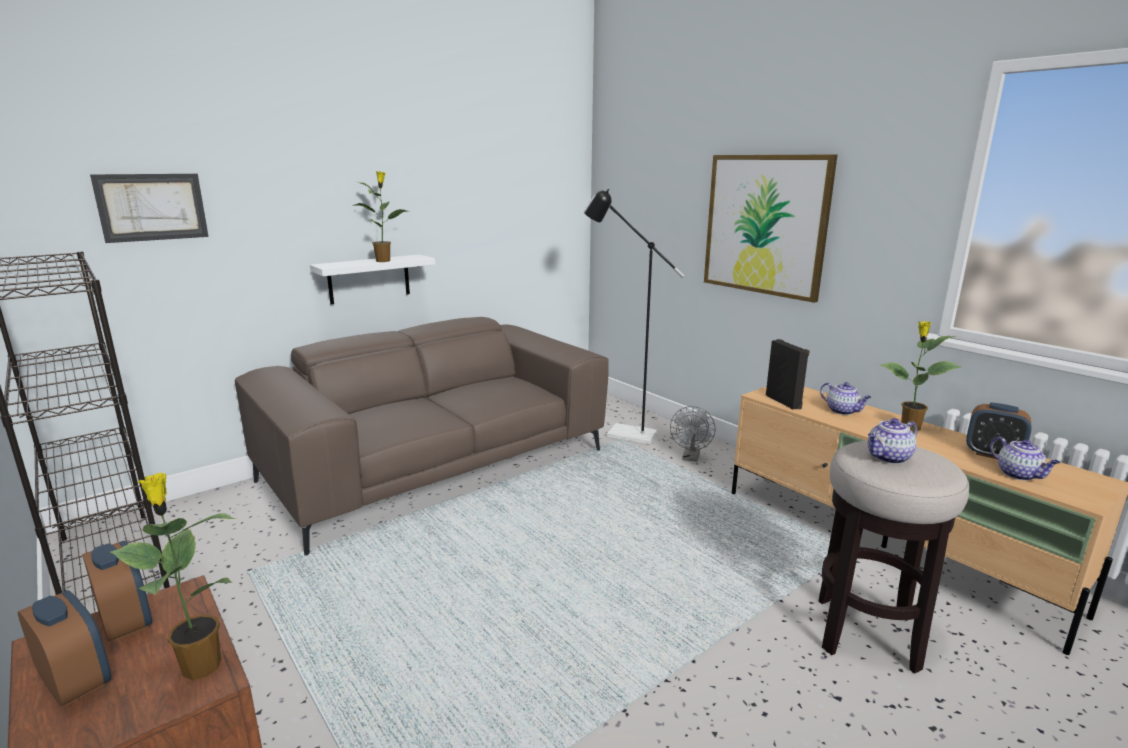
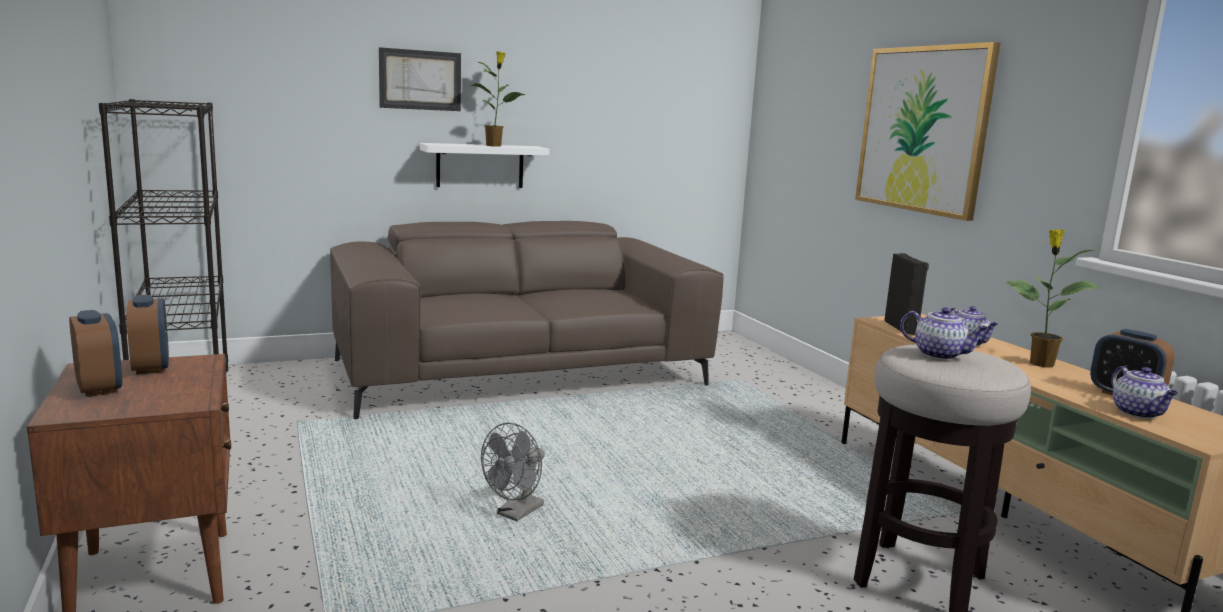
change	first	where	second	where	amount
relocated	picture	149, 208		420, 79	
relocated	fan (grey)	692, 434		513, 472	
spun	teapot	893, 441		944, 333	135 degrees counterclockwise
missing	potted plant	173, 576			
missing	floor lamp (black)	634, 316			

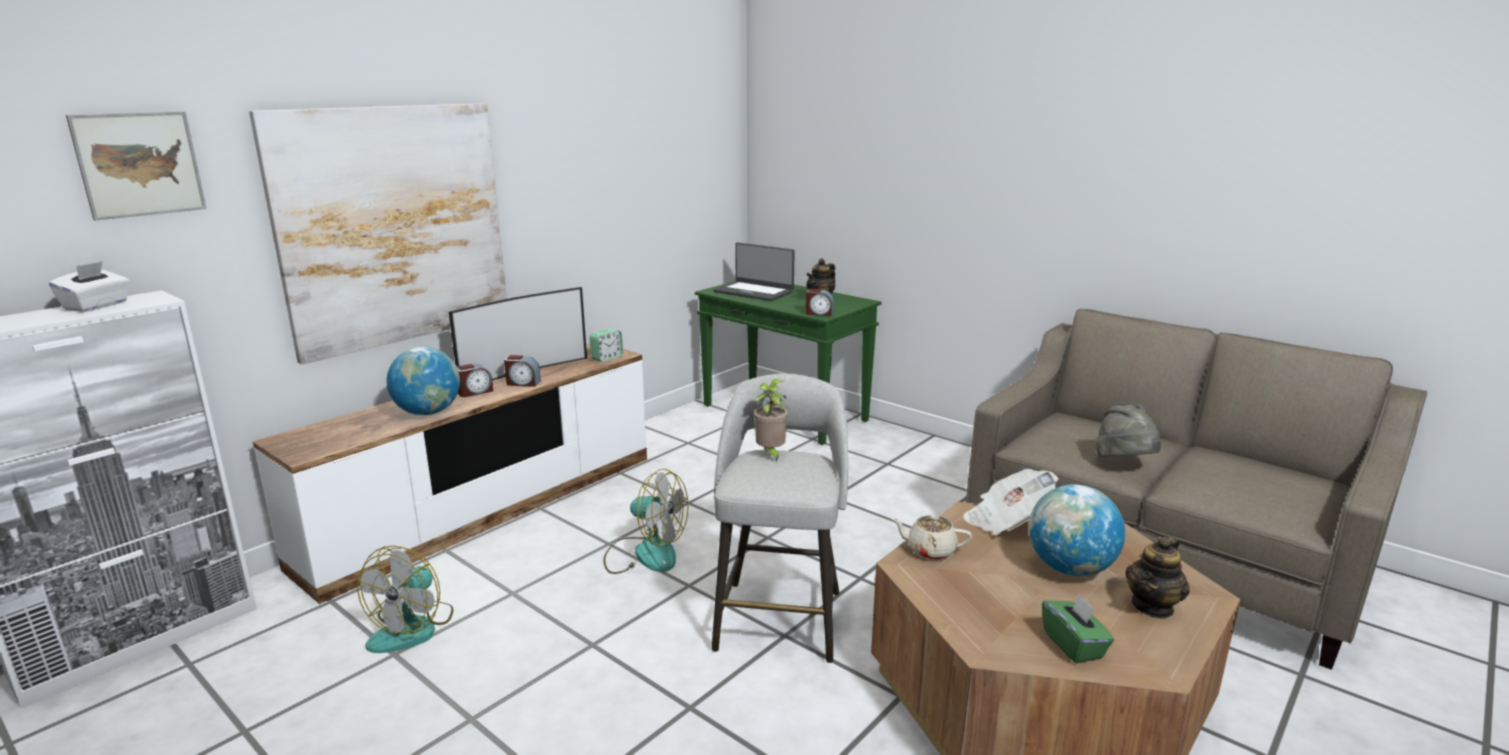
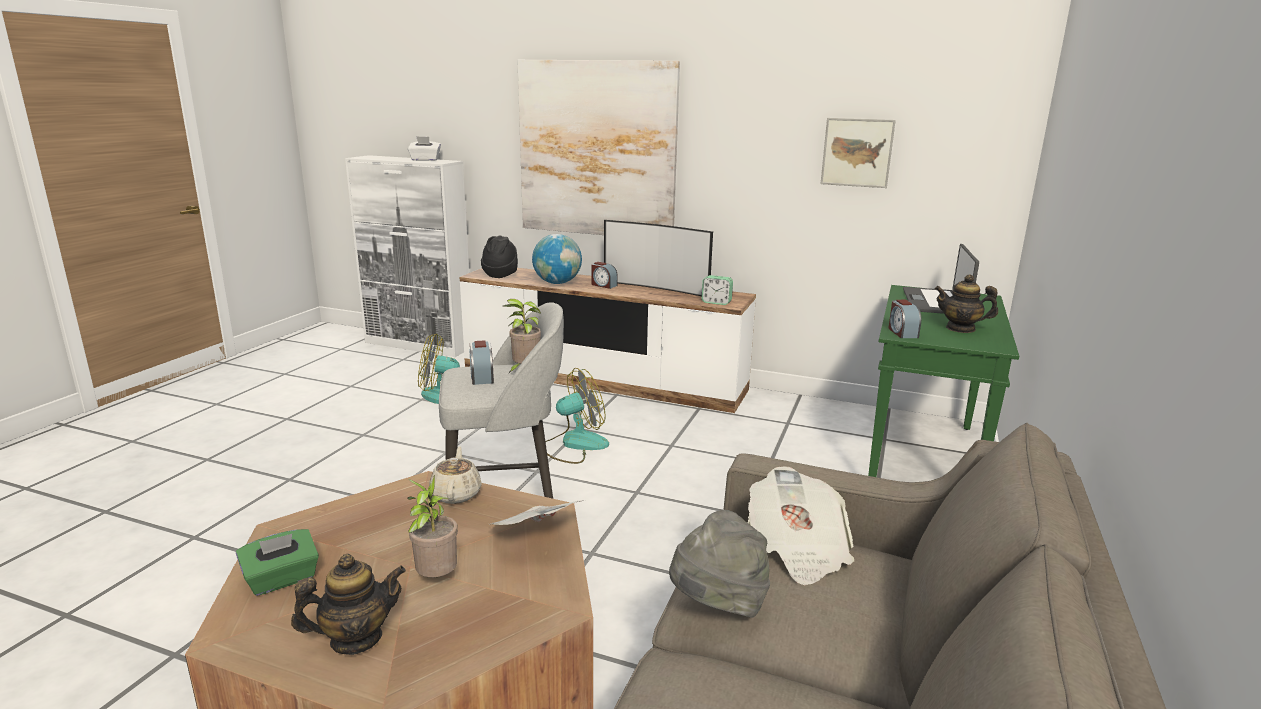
change	first	where	second	where	amount
spun	teapot	1157, 577		348, 604	135 degrees clockwise
exchanged	globe	1077, 530	potted plant	433, 526	
relocated	alarm clock	522, 371		481, 362	
appeared			hat (black)	499, 256	
spun	fan	645, 521		577, 416	120 degrees counterclockwise
appeared			newspaper	801, 525	
relocated	picture	136, 165		858, 153	

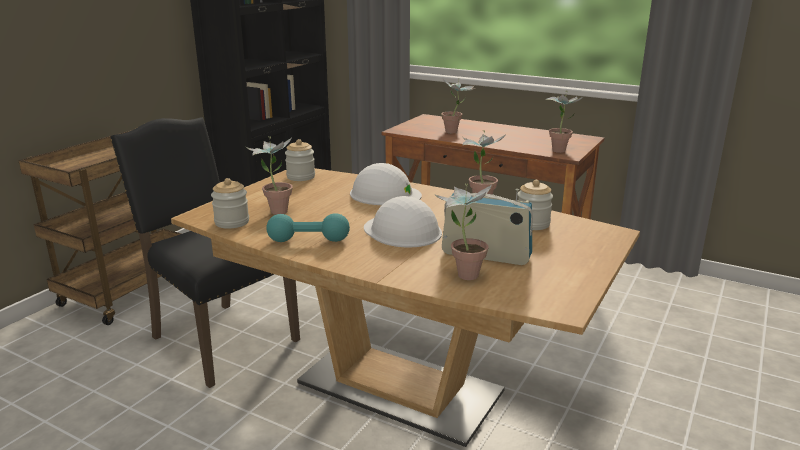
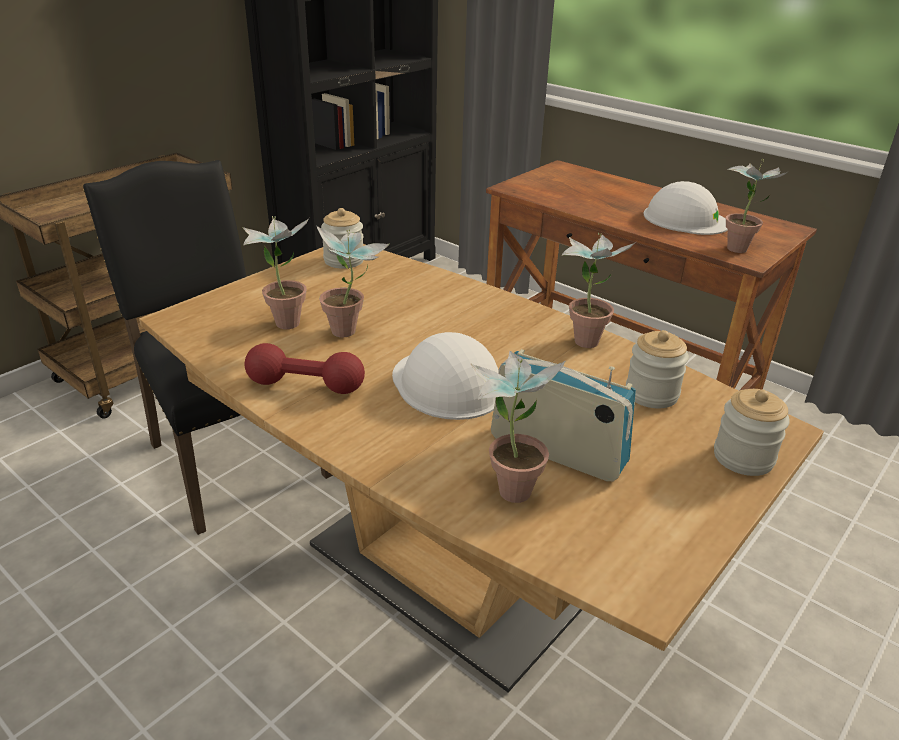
change	first	where	second	where	amount
colour	dumbbell (turquoise)	308, 227	dumbbell (red)	304, 368	
relocated	potted plant	458, 105		353, 281	
relocated	hard hat (white)	386, 184		685, 208	
relocated	jar	230, 203		752, 432	

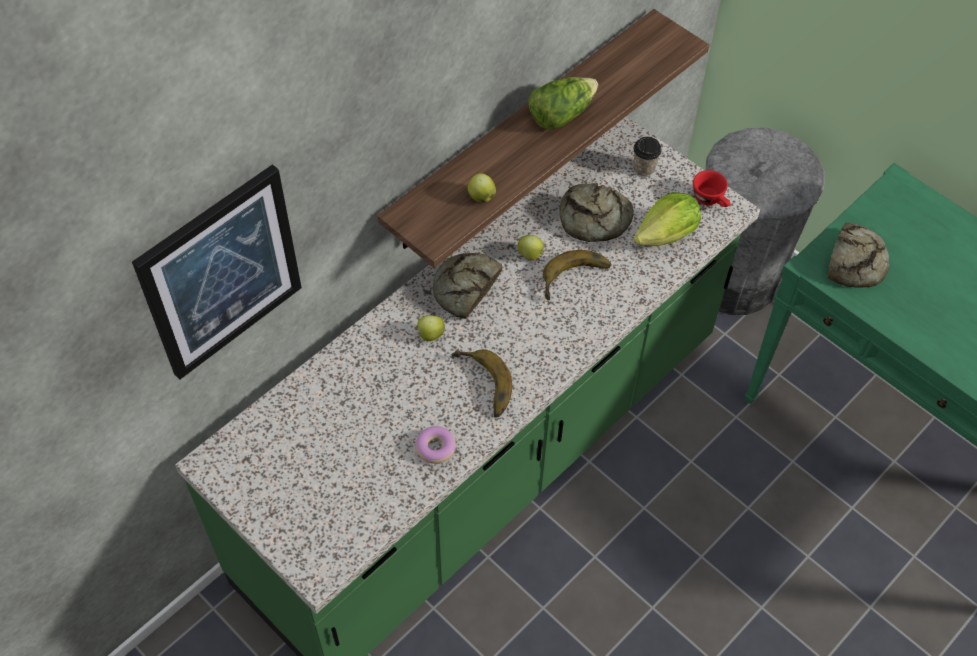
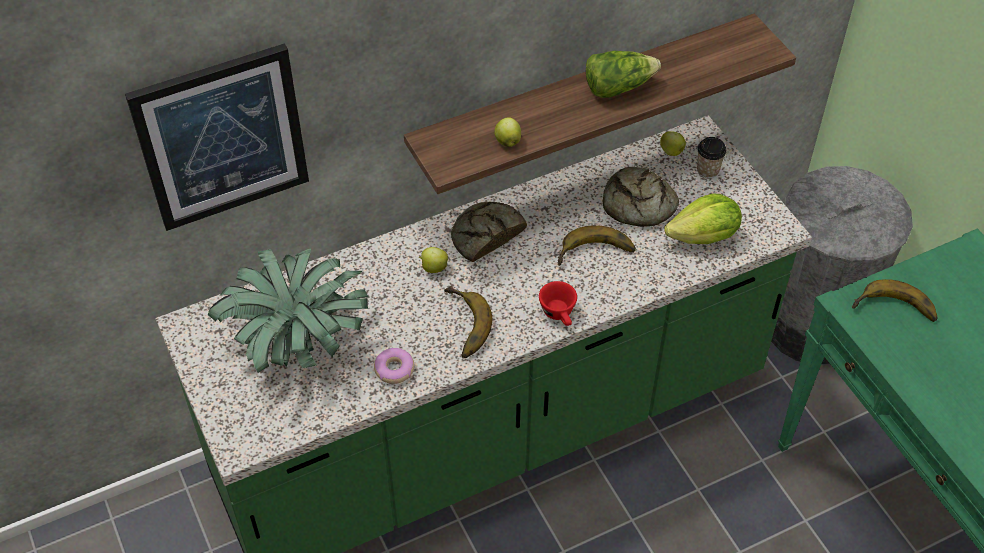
change	first	where	second	where	amount
appeared			potted plant	288, 310	
relocated	cup (red)	712, 188		558, 303	
relocated	apple	530, 247		673, 143	
exchanged	bread	858, 255	banana	895, 300	

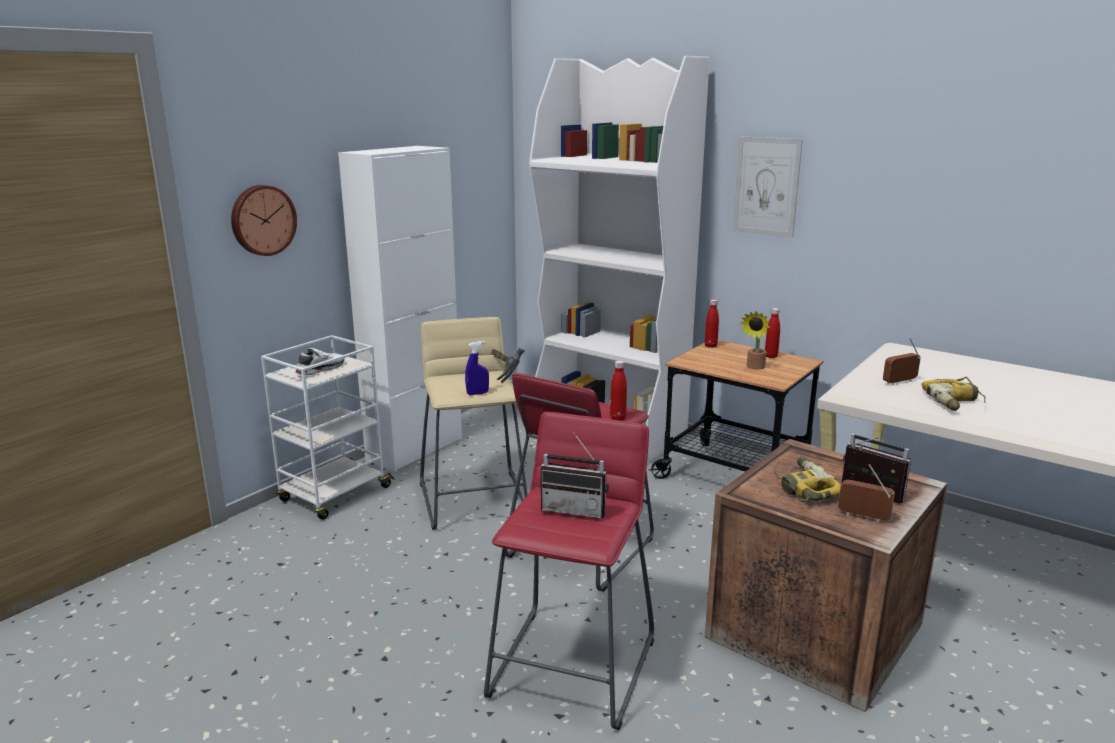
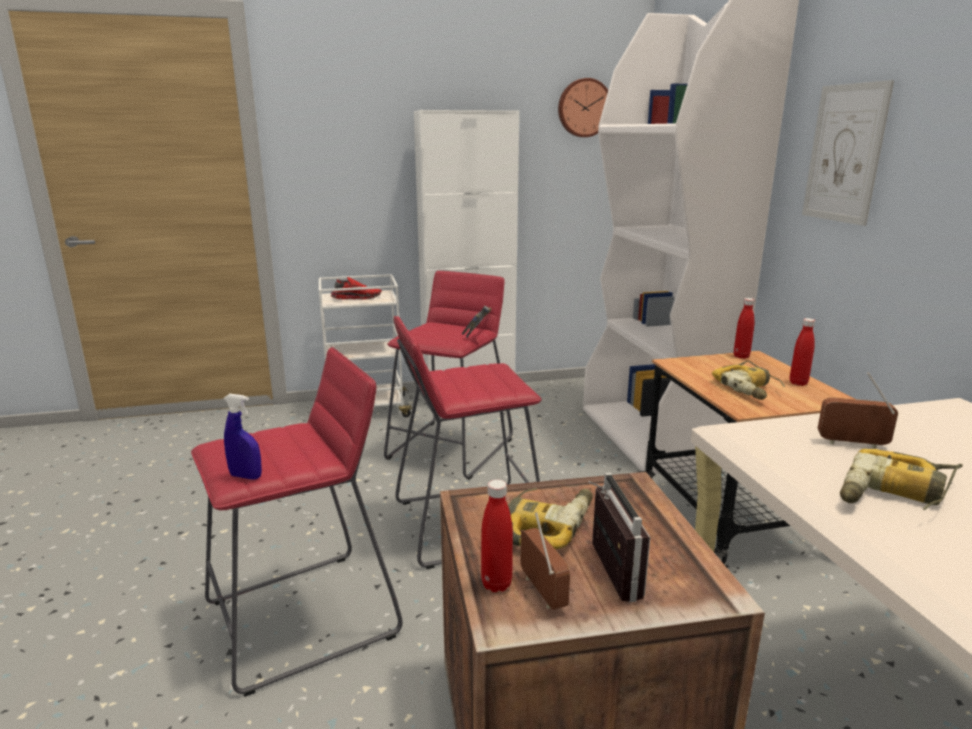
change	first	where	second	where	amount
relocated	spray bottle (blue)	477, 368		243, 437	
colour	shoe (white)	320, 362	shoe (red)	356, 288	
colour	stool (beige)	474, 423	stool (red)	448, 375	
relocated	bottle (red)	618, 390		497, 536	
relocated	wall clock	264, 220		583, 107	
exchanged	potted plant	755, 340	power drill	748, 380	
missing	radio	574, 475			

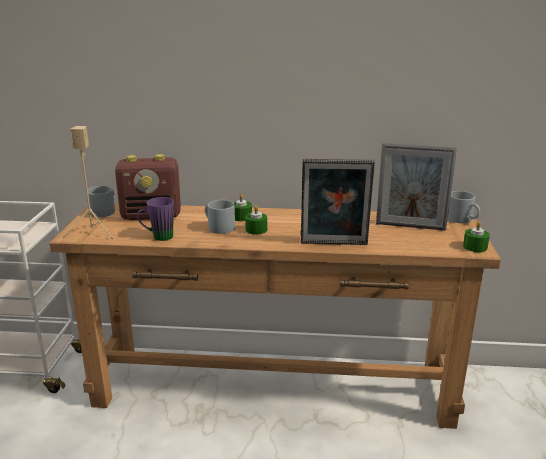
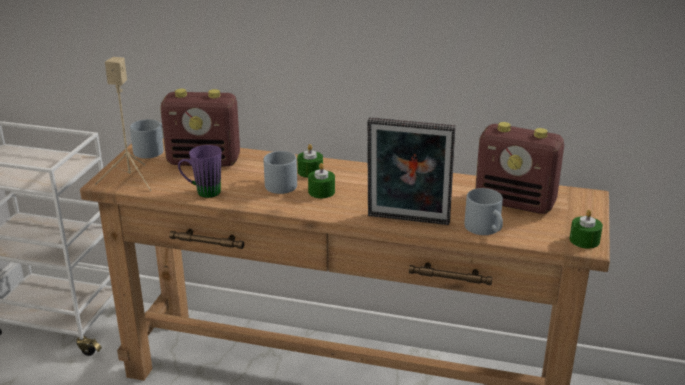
change	first	where	second	where	amount
relocated	mug (grey)	464, 207		483, 211	
exchanged	picture frame	416, 187	radio	519, 168	

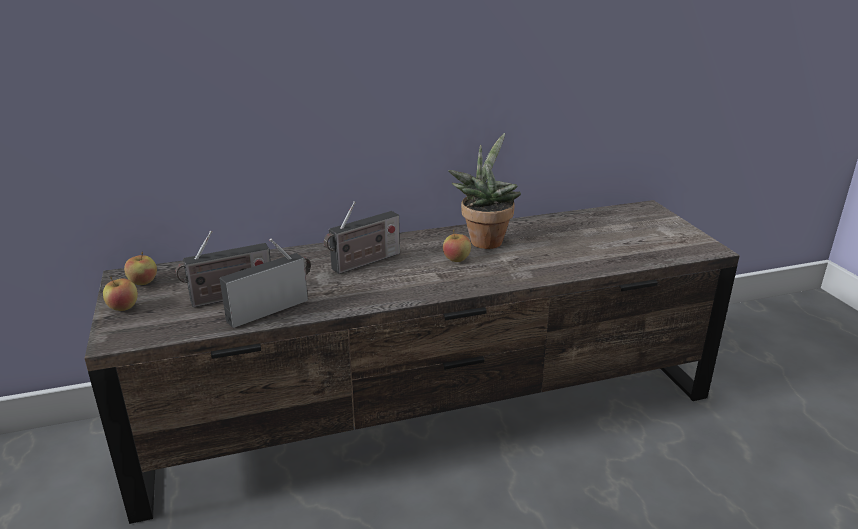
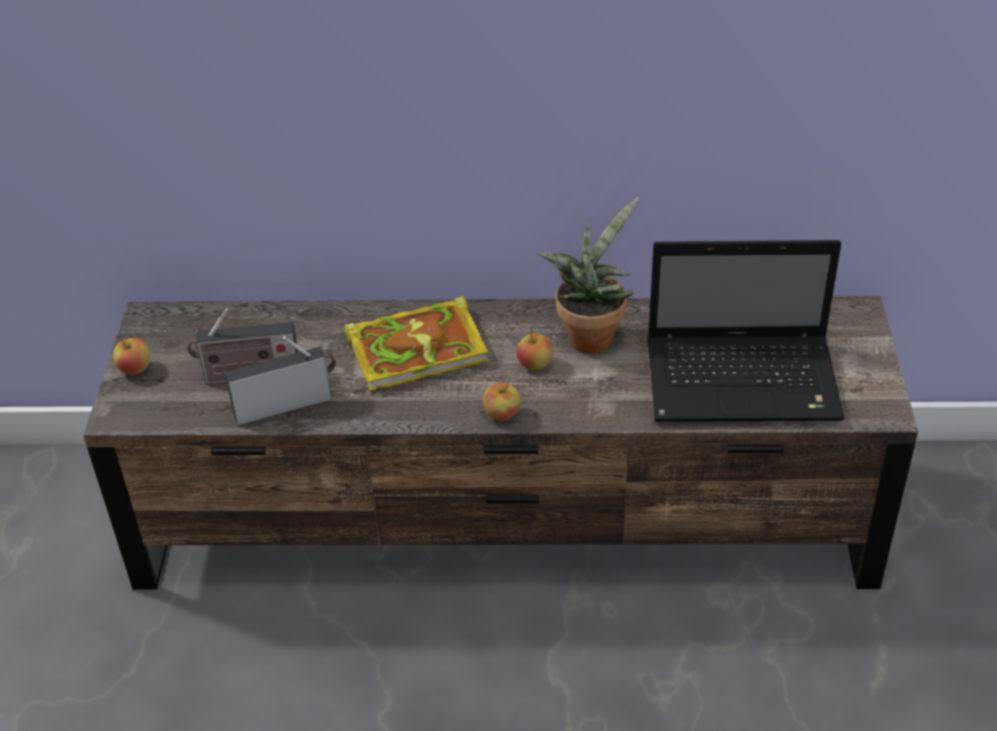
change	first	where	second	where	amount
exchanged	radio	362, 237	book	416, 343	
relocated	apple	140, 268		502, 401	
appeared			laptop	745, 331	

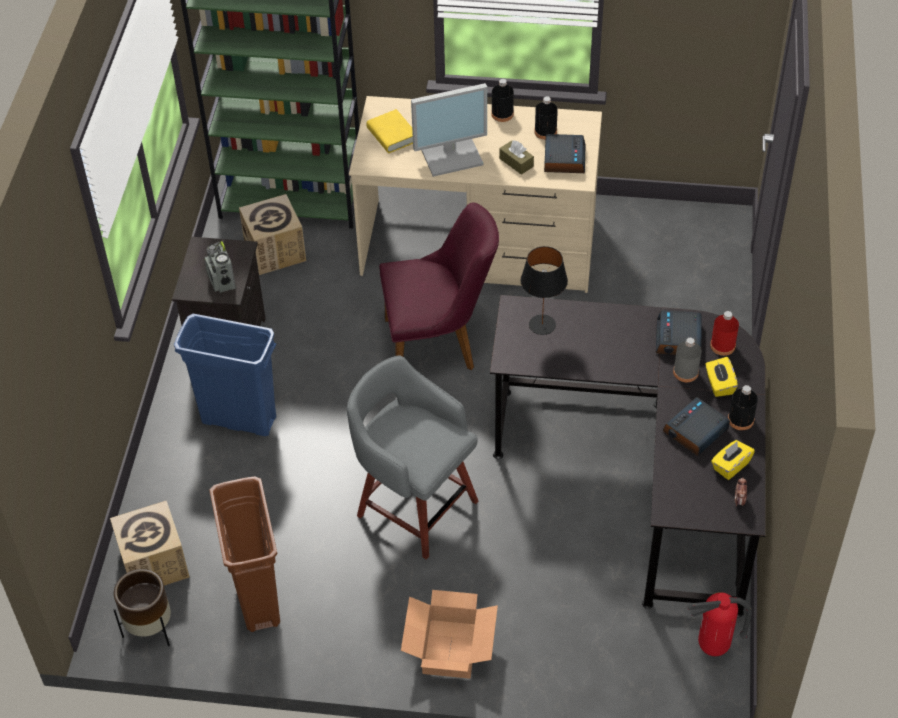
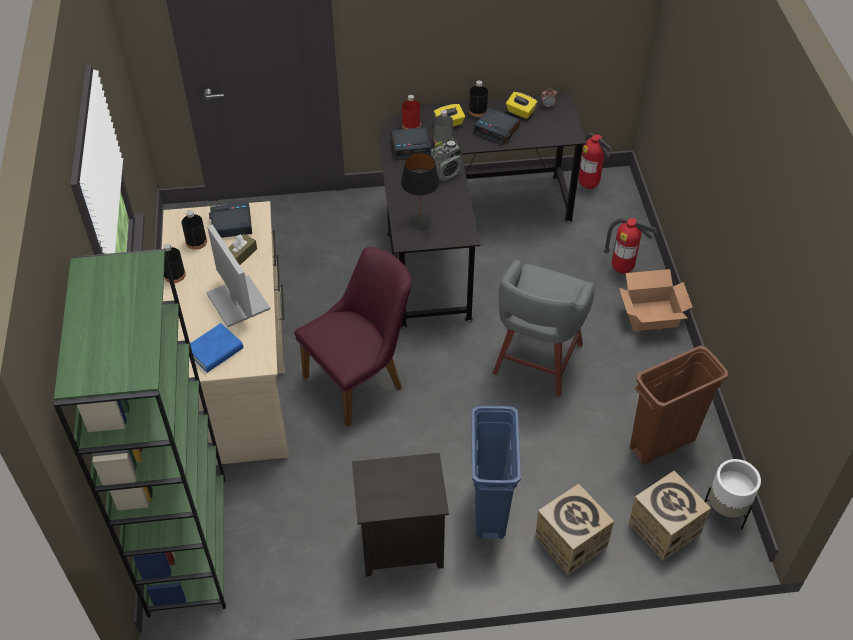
change	first	where	second	where	amount
colour	book (yellow)	389, 131	book (blue)	216, 348	
spun	chair (purple)	439, 286		353, 337	75 degrees clockwise
relocated	radio	220, 267		446, 160	
relocated	cardboard box	272, 234		574, 529	
appeared			fire extinguisher	630, 246	
colour	planter (brown)	142, 607	planter (white)	733, 494	

